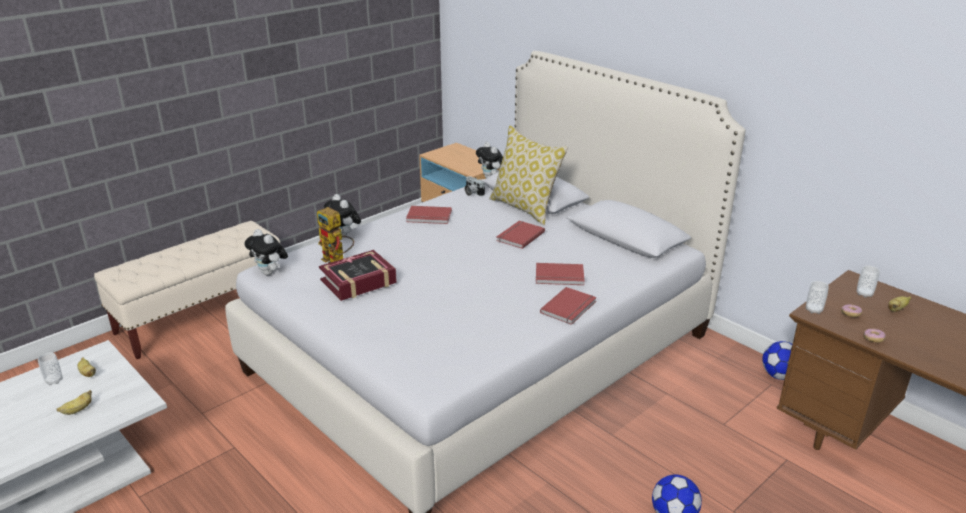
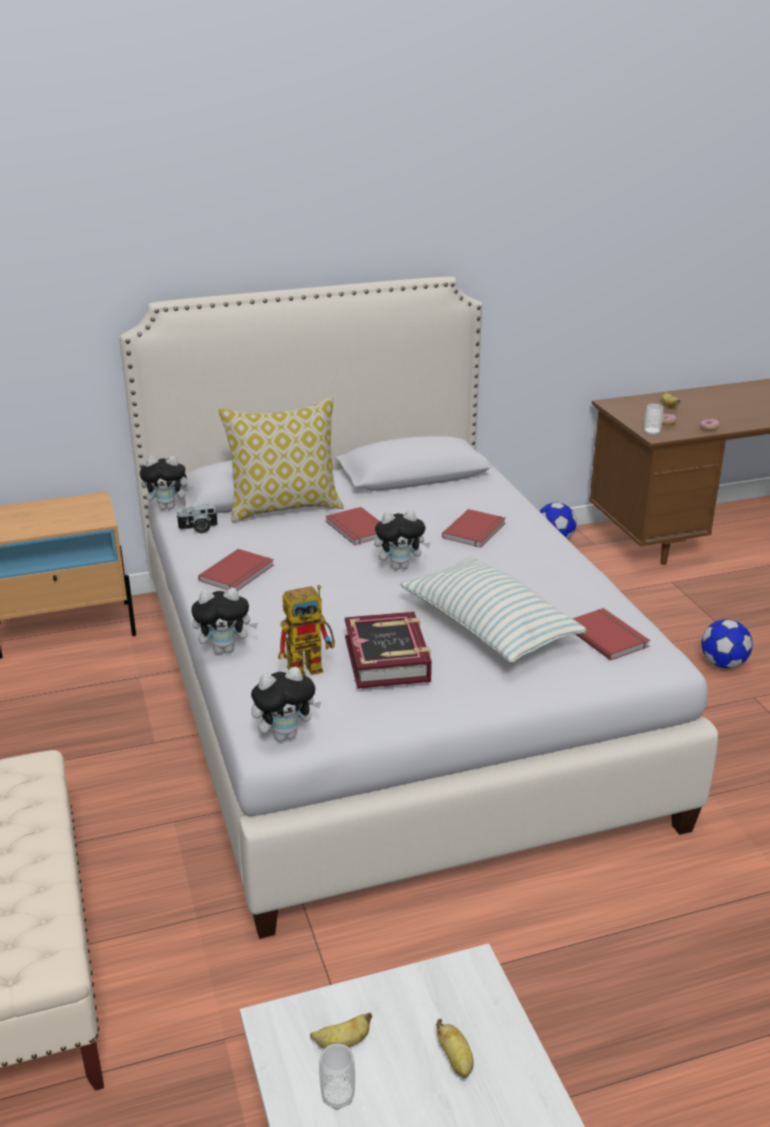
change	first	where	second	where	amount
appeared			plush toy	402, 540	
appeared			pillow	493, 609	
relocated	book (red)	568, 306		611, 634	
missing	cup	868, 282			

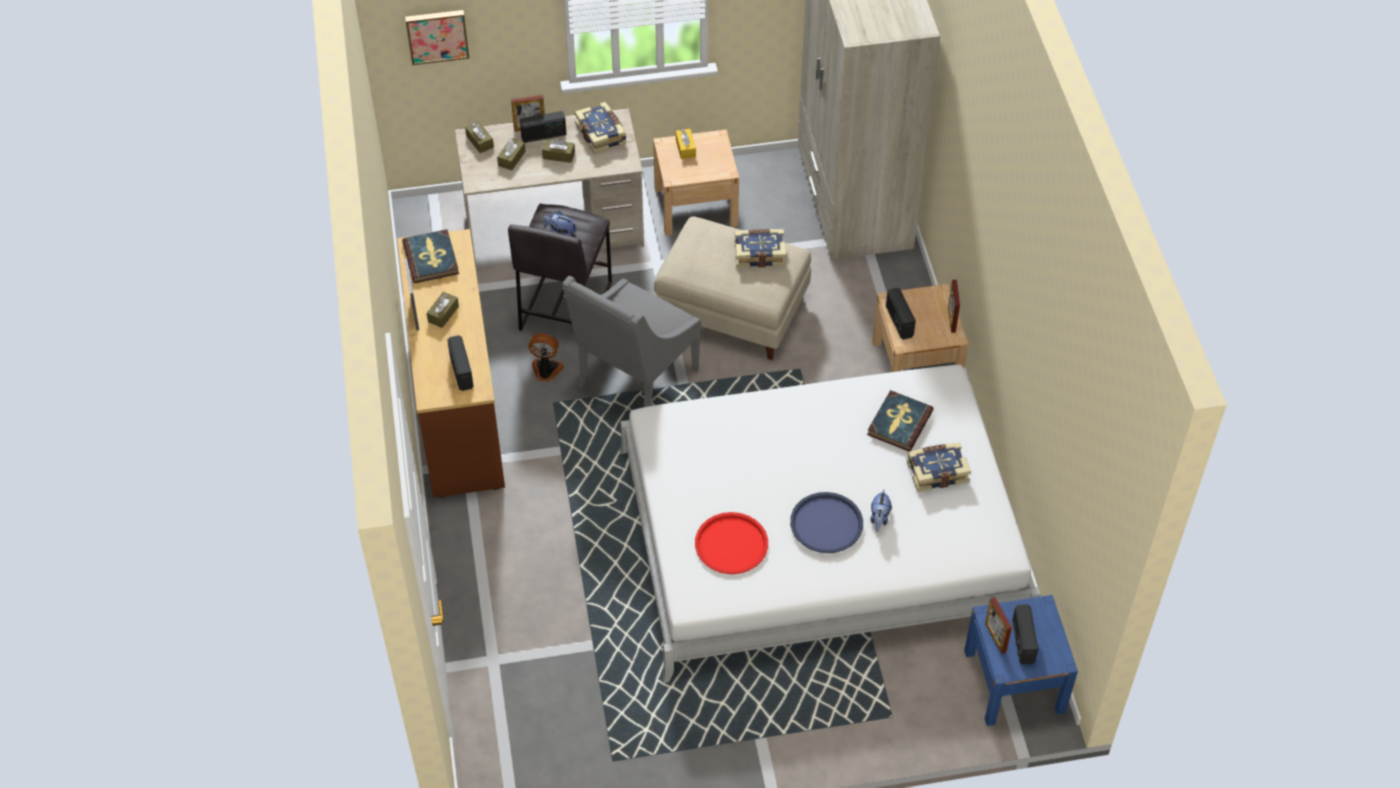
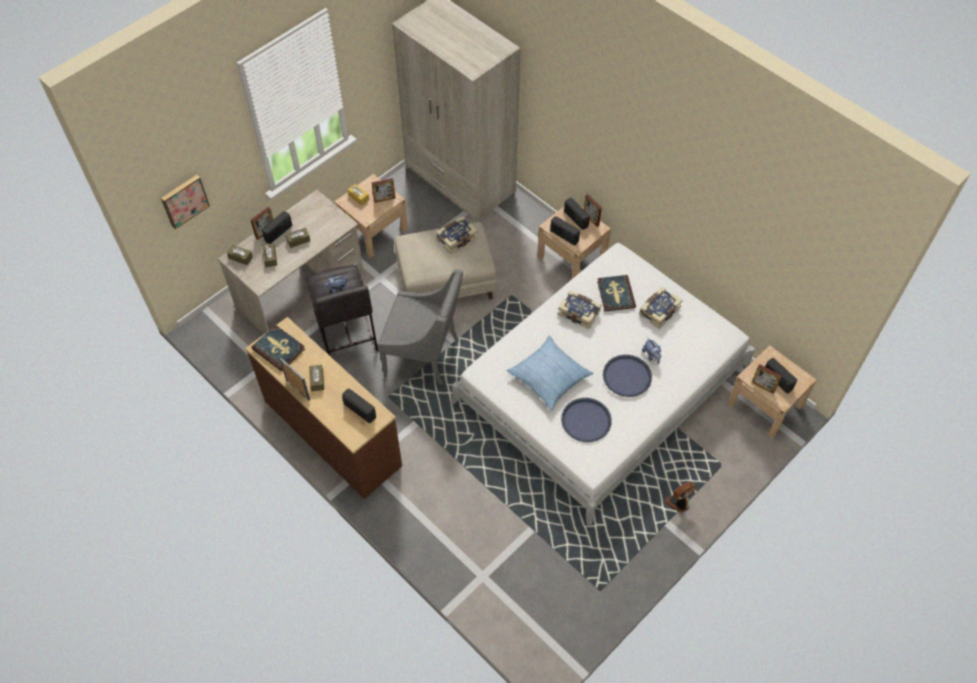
change	first	where	second	where	amount
appeared			picture frame	383, 190	
spun	armchair (grey)	631, 341		420, 327	75 degrees counterclockwise
appeared			pillow	550, 373	
relocated	book	601, 128		579, 309	
colour	tray (red)	731, 543	tray (blue)	586, 420	
appeared			radio	577, 214	
relocated	fan	546, 357		680, 497	
colour	nightstand (blue)	1021, 660	nightstand (beige)	772, 392	

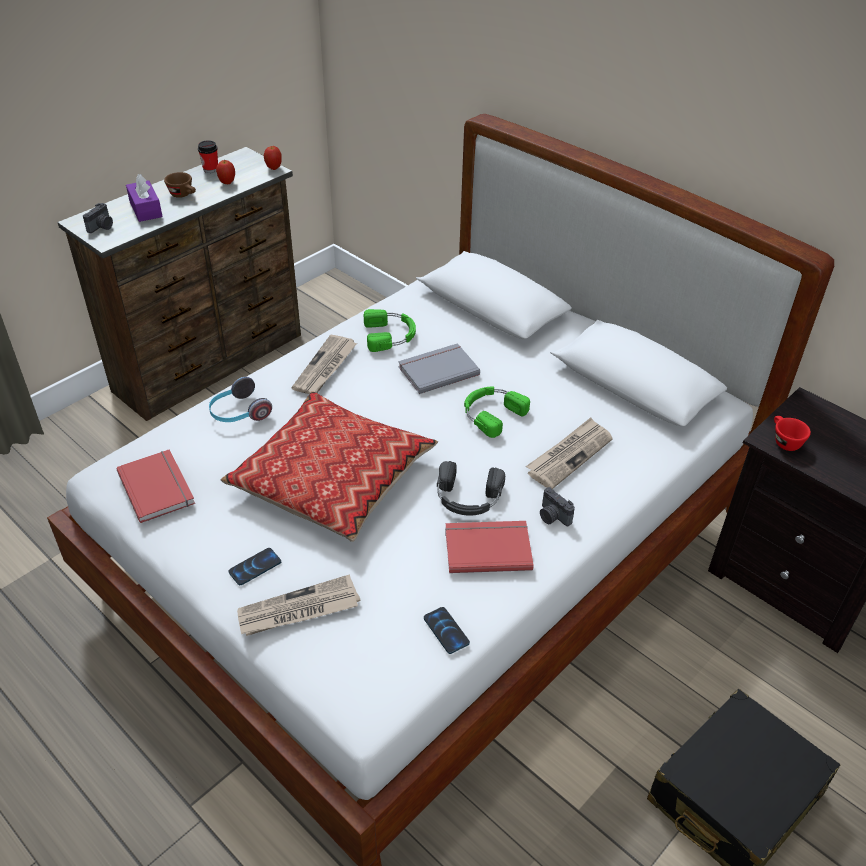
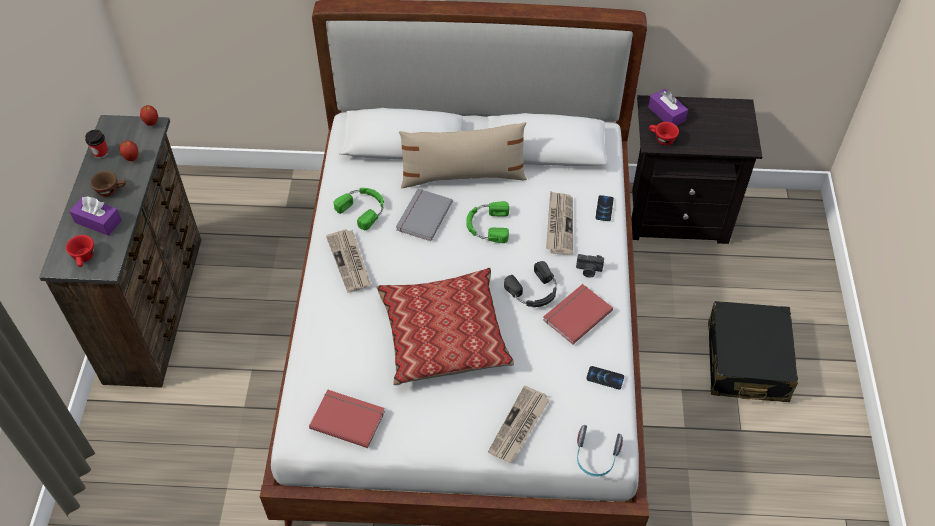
change	first	where	second	where	amount
exchanged	photo camera	98, 218	cup (red)	80, 251	
appeared			pillow (beige)	463, 155	
relocated	headphones	240, 399		600, 451	
relocated	phone	254, 566		604, 208	
appeared			tissue box (purple)	668, 107	

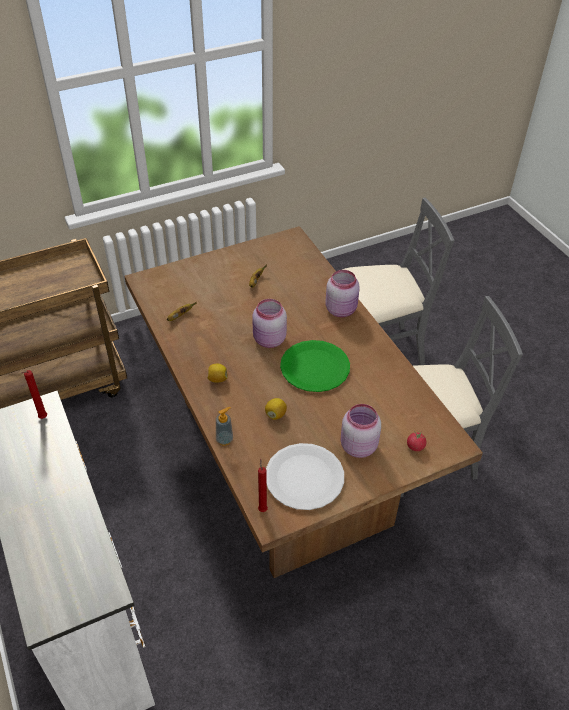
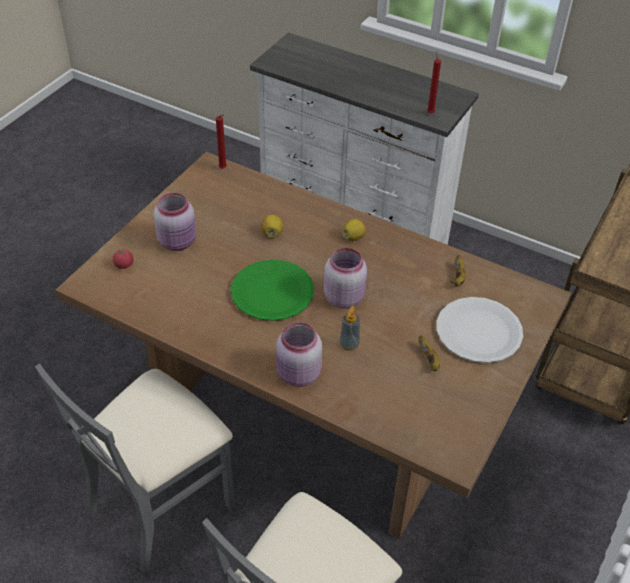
change	first	where	second	where	amount
relocated	soap dispenser	224, 426		350, 328	
relocated	plate (white)	305, 476		480, 330	

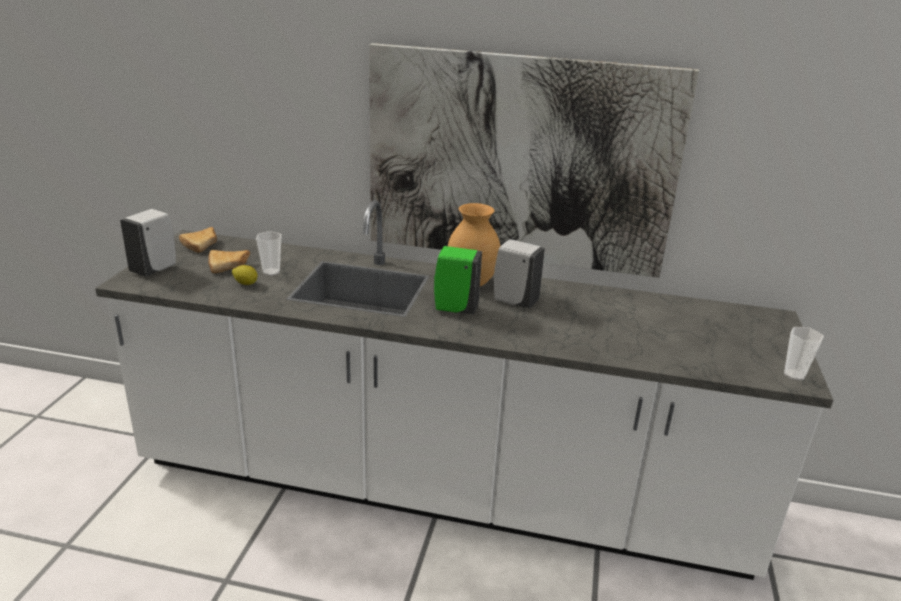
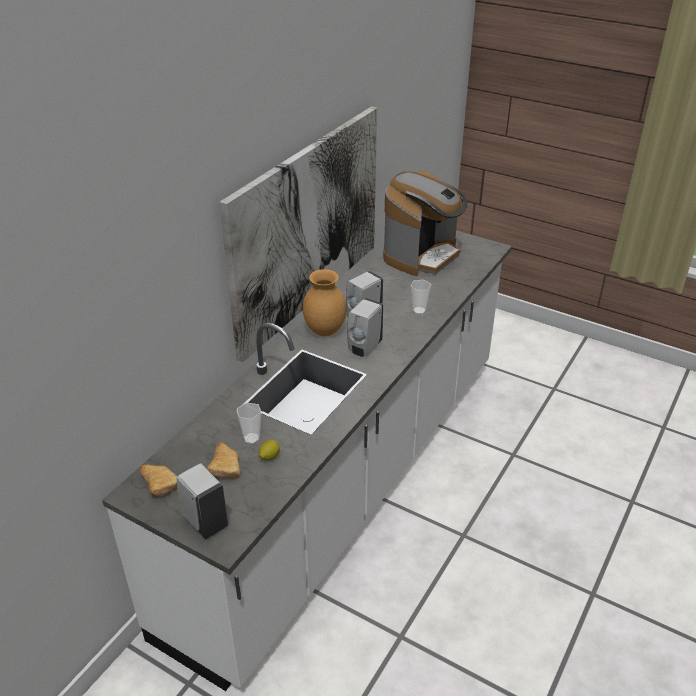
change	first	where	second	where	amount
colour	soap dispenser (green)	458, 280	soap dispenser (white)	365, 327	
appeared			coffee machine	425, 223	
relocated	cup	804, 353		421, 297	

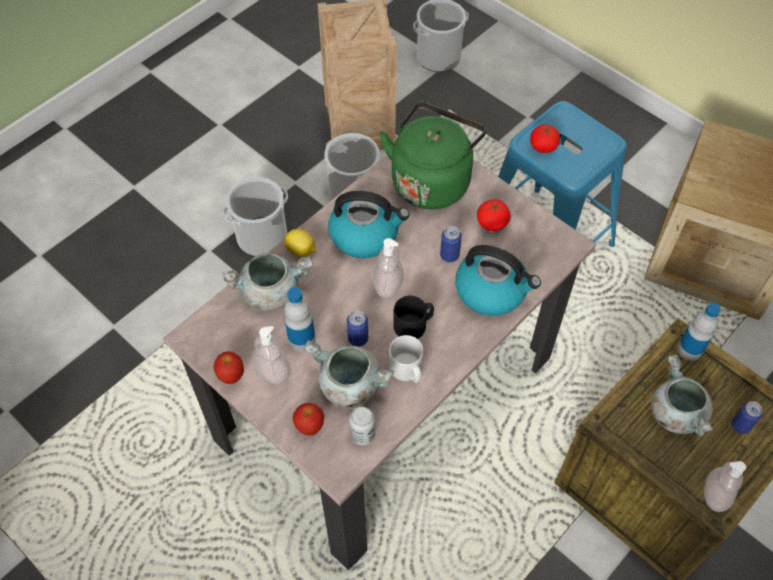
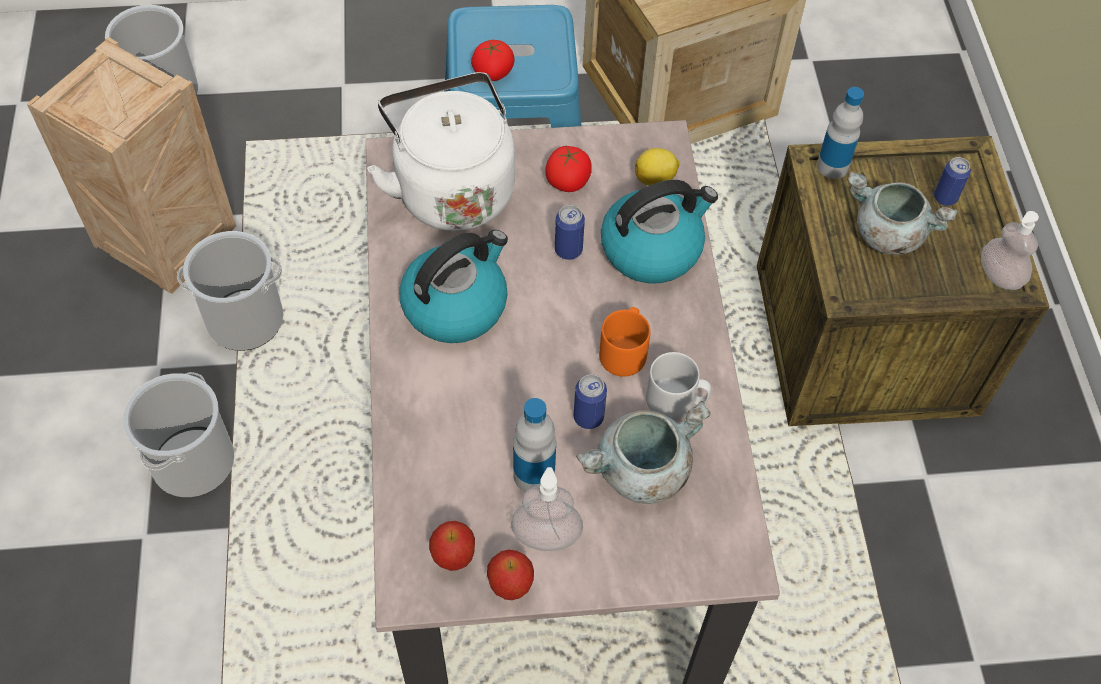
change	first	where	second	where	amount
colour	kettle (green)	432, 155	kettle (white)	441, 151	
relocated	apple	308, 419		452, 546	
colour	mug (black)	413, 317	mug (orange)	625, 342	
relocated	lemon	299, 243		657, 167	
missing	cooking pot (grey)	267, 282			
missing	can	362, 426			
missing	soap dispenser	388, 268			

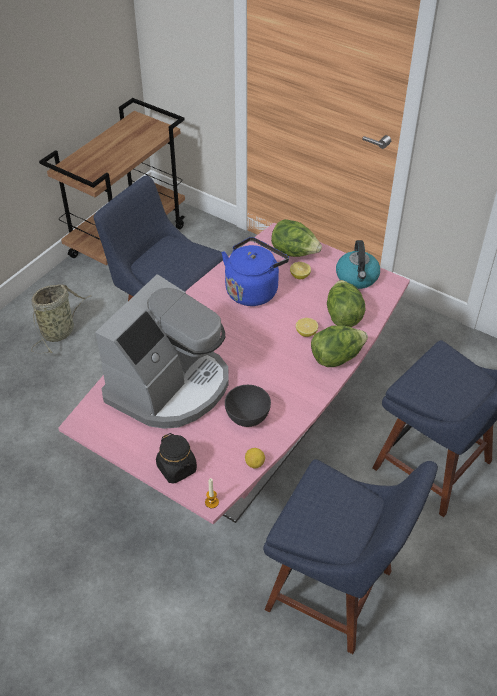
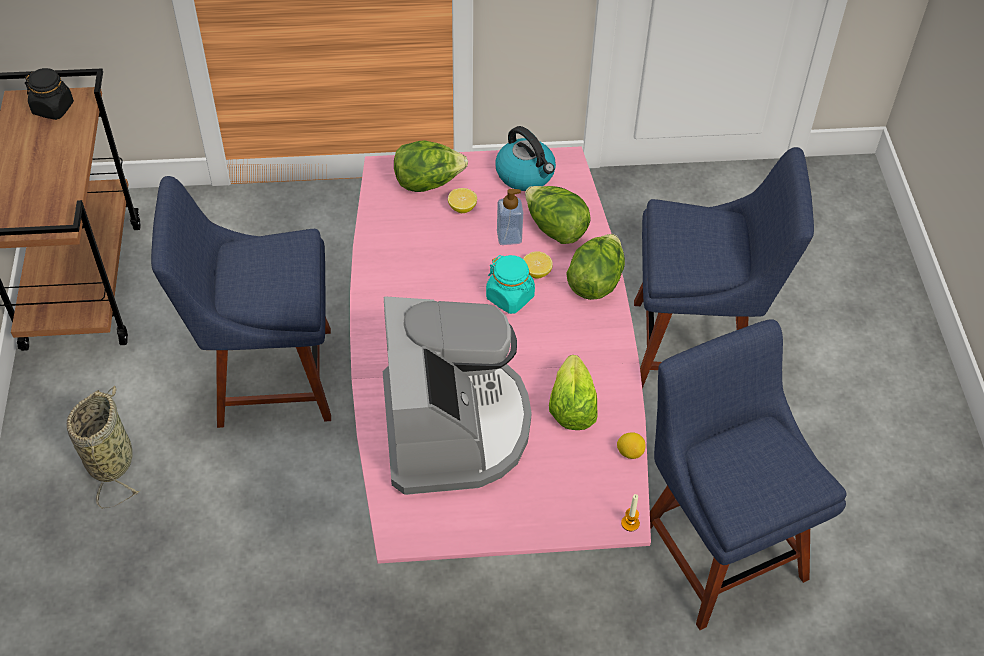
change	first	where	second	where	amount
relocated	jar (black)	176, 458		49, 94	
appeared			jar (turquoise)	510, 284	
appeared			soap dispenser	510, 217	
exchanged	bowl (grey)	248, 406	lettuce	573, 392	
spun	chair (blue)	350, 556		748, 474	105 degrees counterclockwise
missing	kettle (blue)	255, 271			

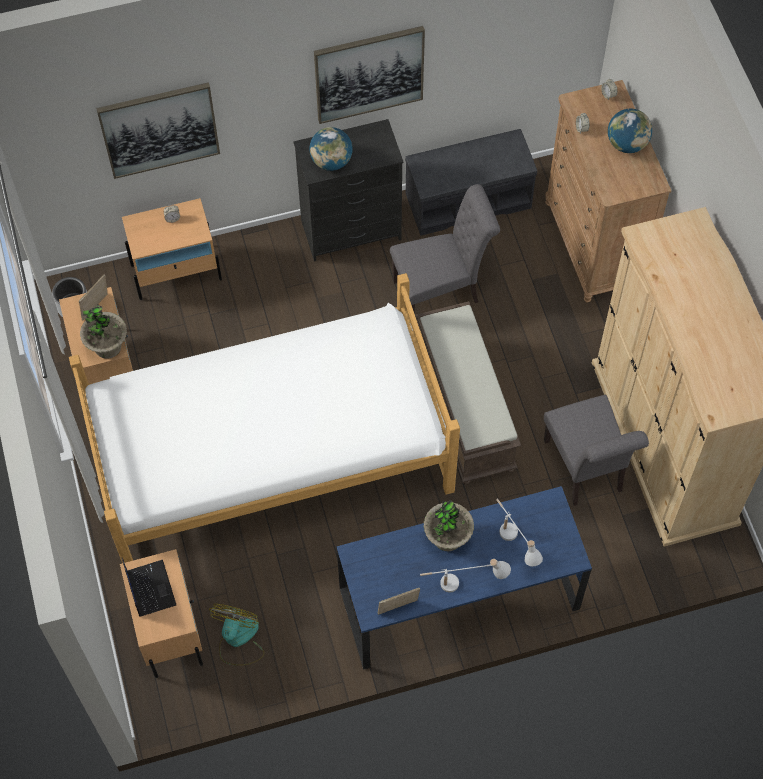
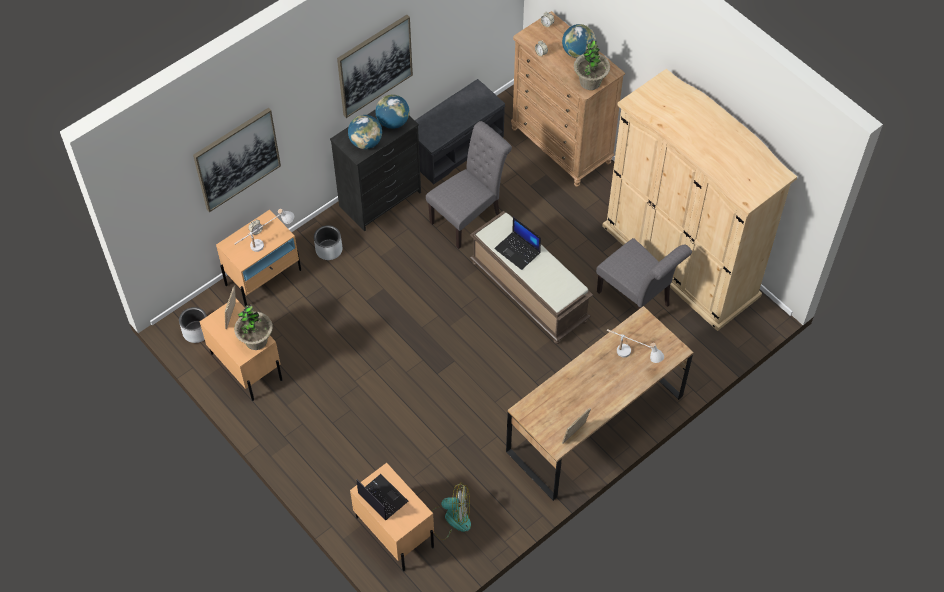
change	first	where	second	where	amount
relocated	table lamp (white)	465, 575		264, 230	
appeared			planter (grey)	328, 242	
appeared			globe	392, 111	
spun	fan	236, 635		451, 511	105 degrees clockwise
appeared			laptop	517, 243	
colour	desk (blue)	464, 578	desk (brown)	600, 403	
relocated	potted plant	448, 525		592, 65	
missing	bed	264, 418			

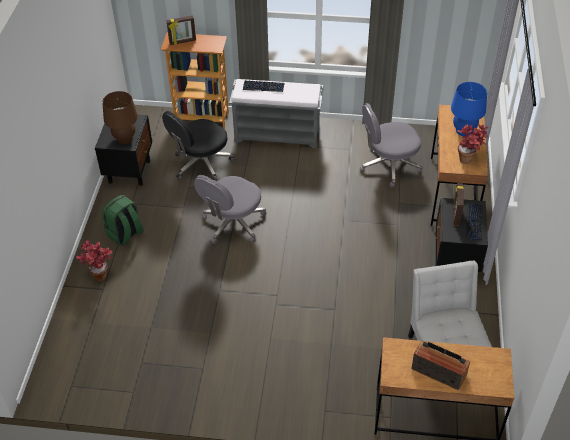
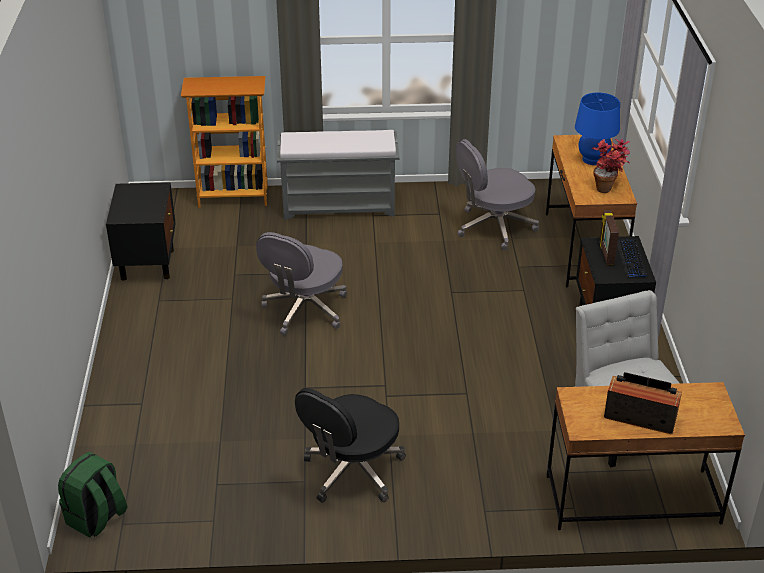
change	first	where	second	where	amount
relocated	backpack (green)	123, 220		92, 495	
relocated	office chair (black)	198, 146		350, 445	
missing	potted plant	94, 260			
missing	table lamp (brown)	120, 117			
missing	picture frame	181, 30			
missing	keyboard	263, 86			

